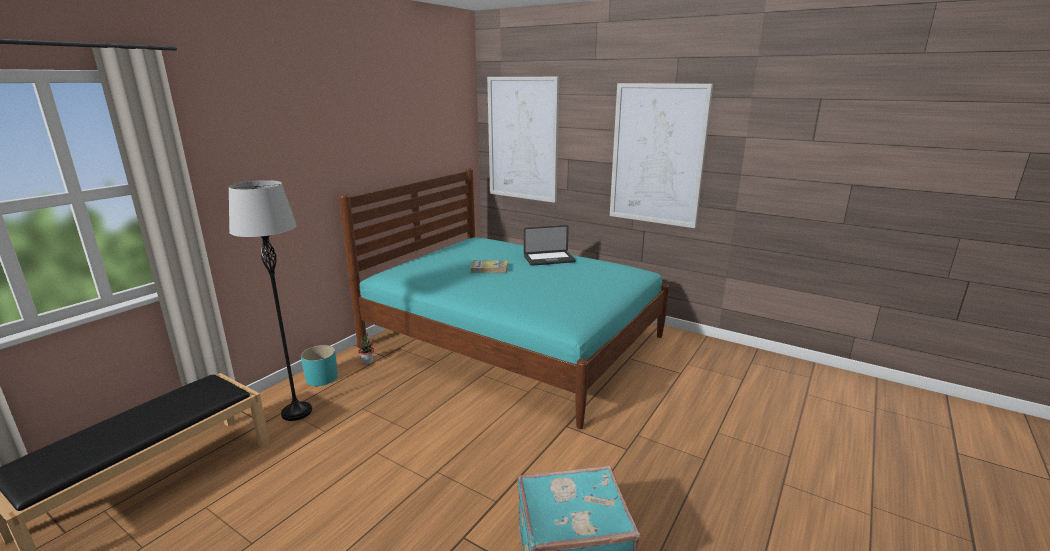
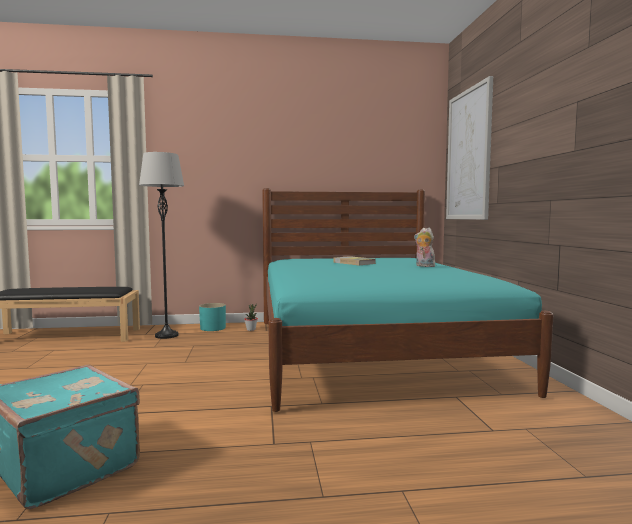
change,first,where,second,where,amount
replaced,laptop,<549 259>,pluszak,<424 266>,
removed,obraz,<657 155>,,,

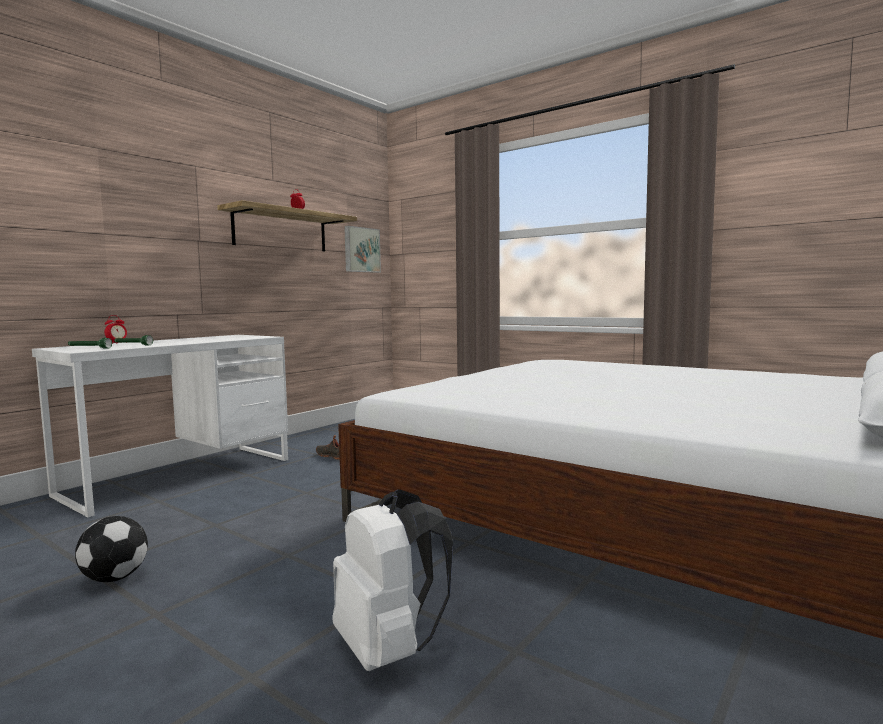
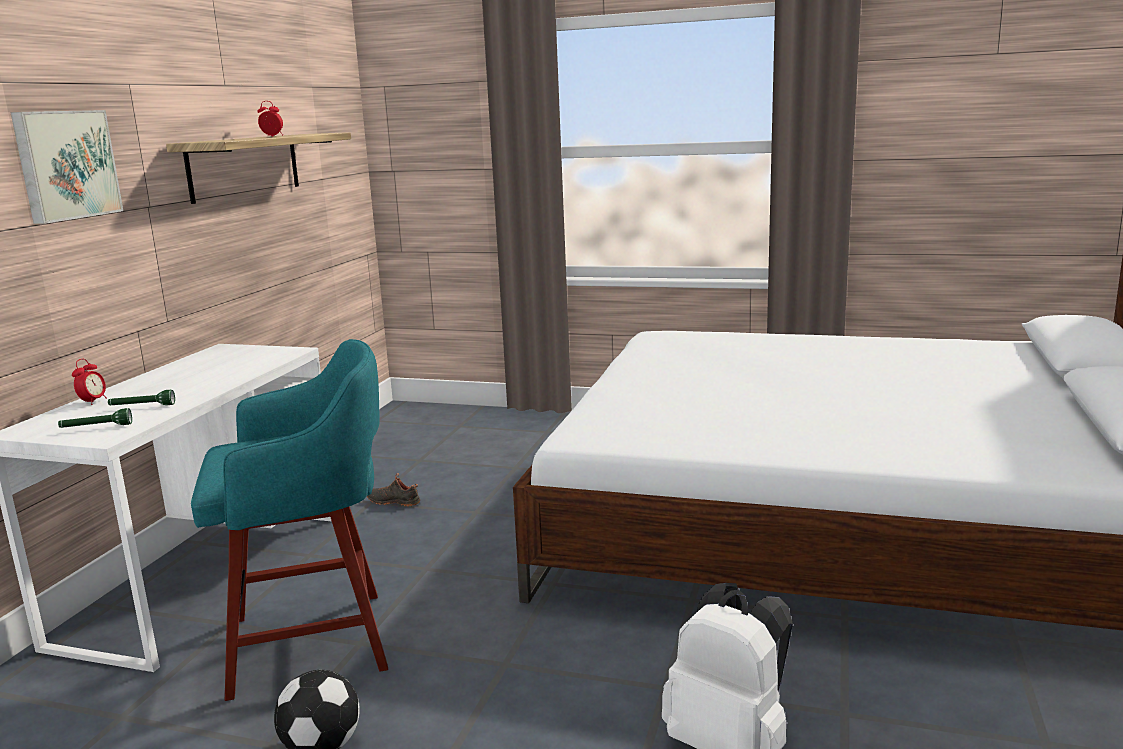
change,first,where,second,where,amount
moved,obraz,<361 250>,,<65 165>,
added,,,stołek/turkusowy,<315 642>,

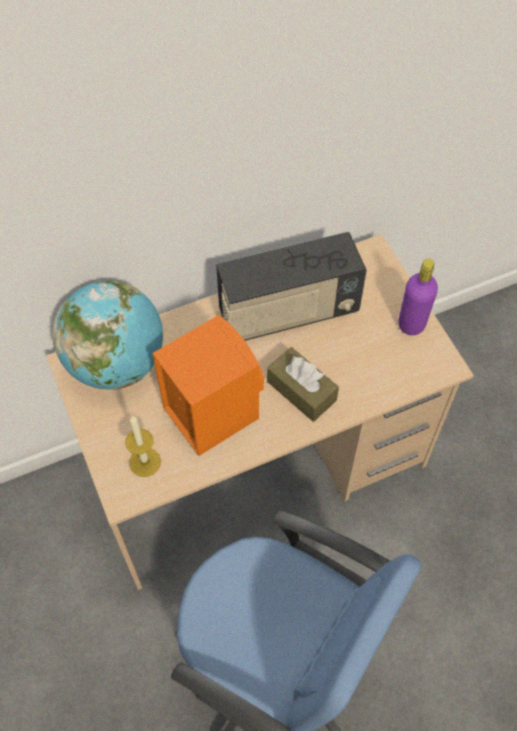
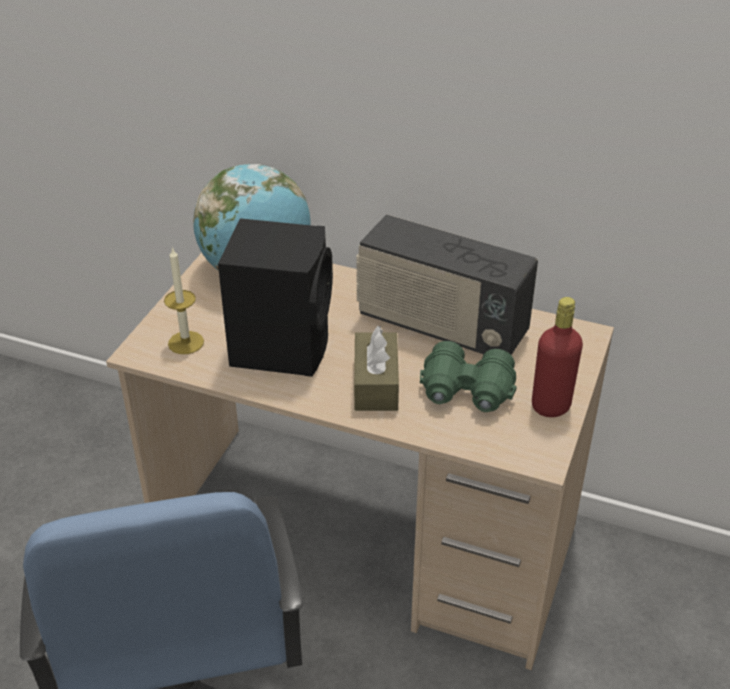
change,first,where,second,where,amount
recoloured,głośnik/pomarańczowy,<210 410>,głośnik/czarny,<282 345>,
added,,,lornetka/zielony,<466 392>,
recoloured,butelka/fioletowy,<411 324>,butelka/czerwony,<550 406>,

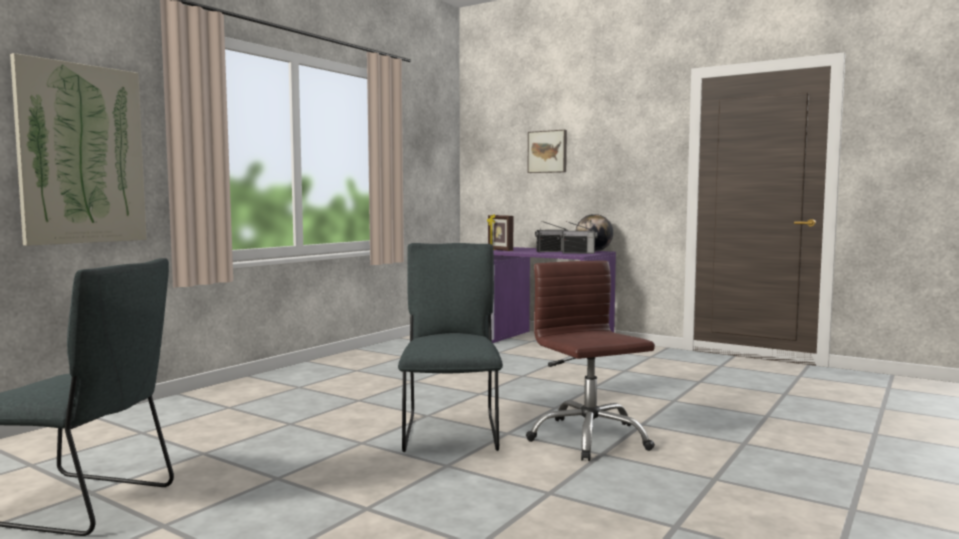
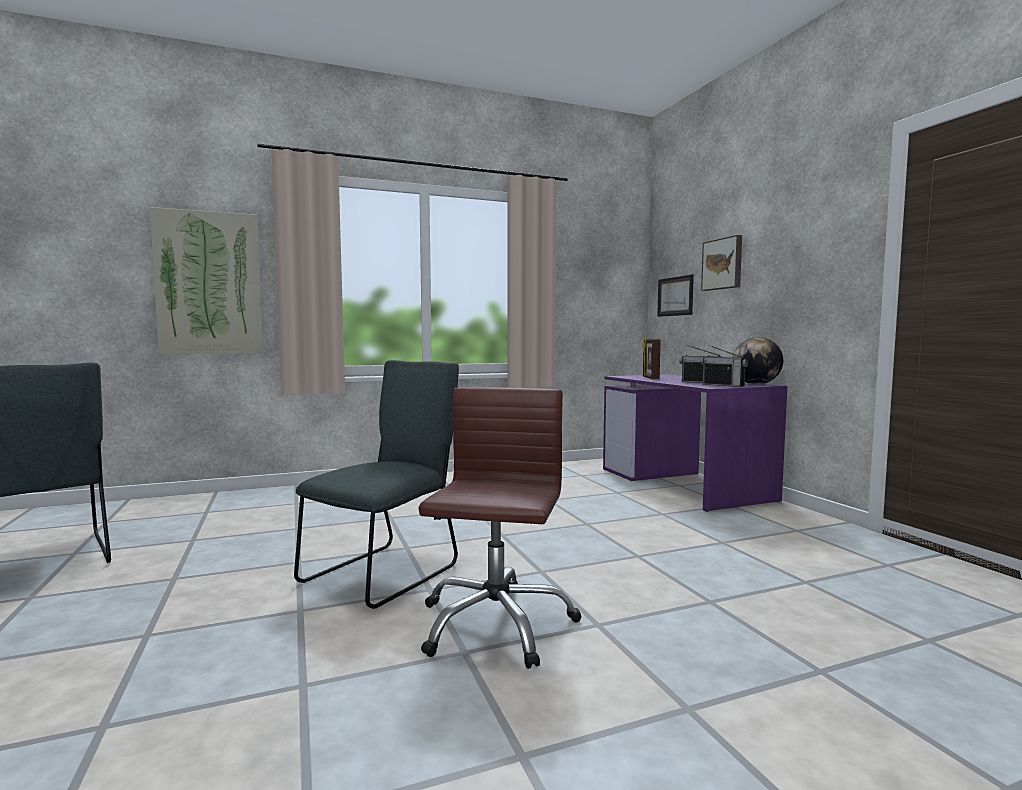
change,first,where,second,where,amount
added,,,obraz,<675 296>,

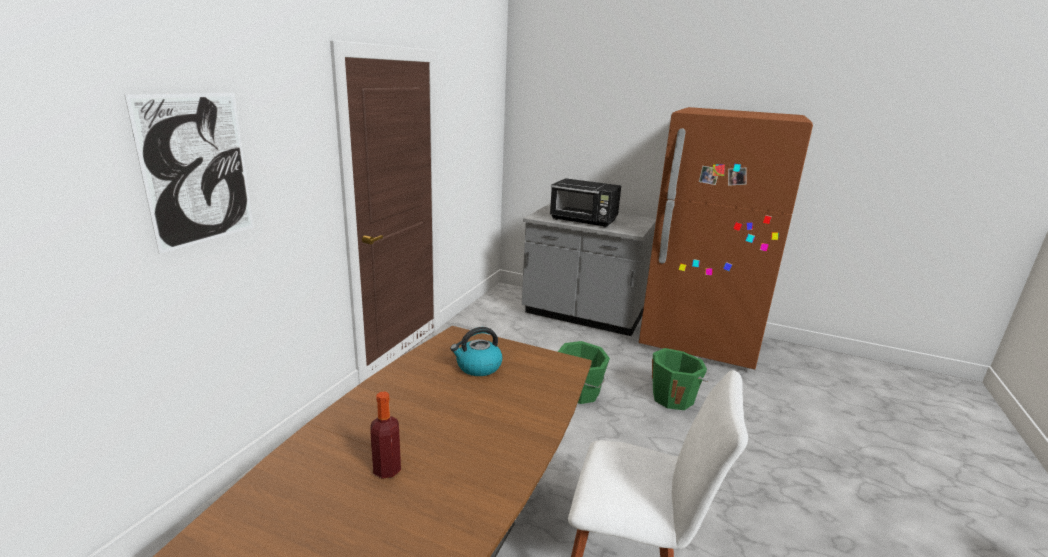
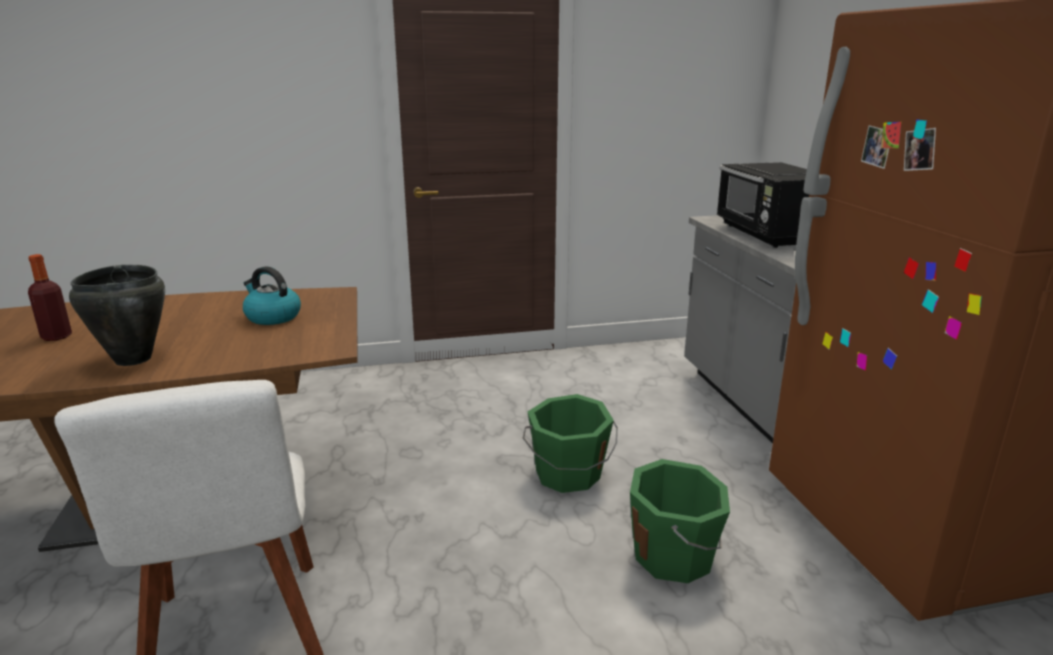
change,first,where,second,where,amount
added,,,garnek/czarny,<132 359>,
removed,obraz,<197 170>,,,

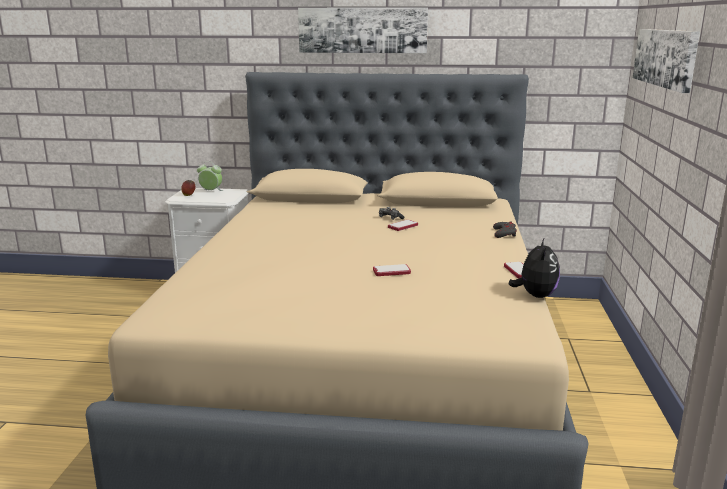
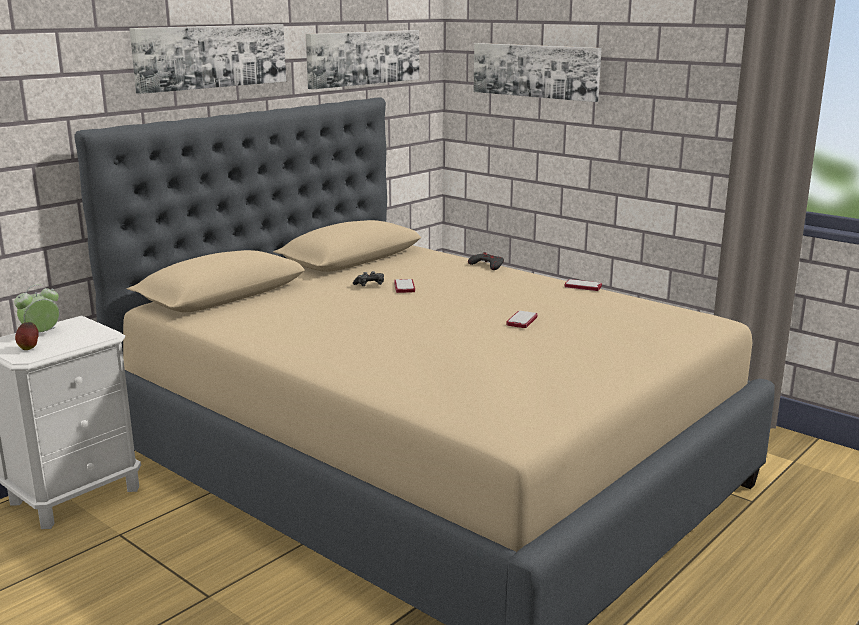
change,first,where,second,where,amount
added,,,obraz,<363 58>,
removed,pluszak,<535 295>,,,

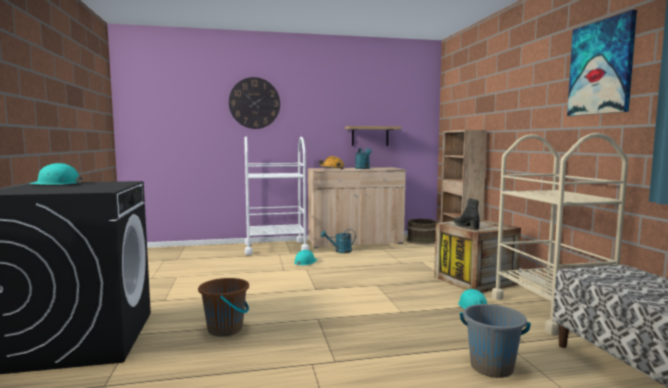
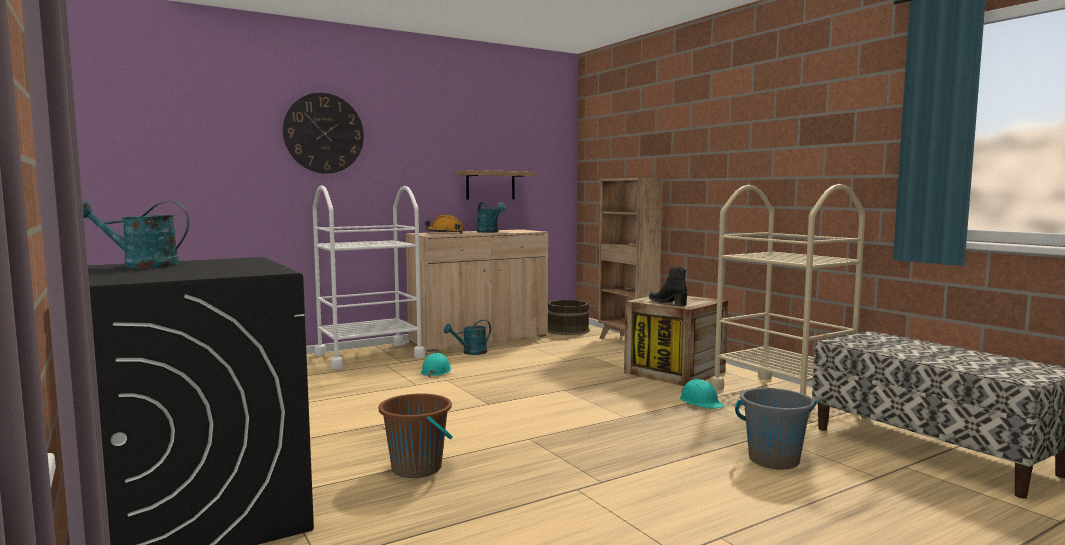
change,first,where,second,where,amount
replaced,kask/turkusowy,<57 184>,konewka/turkusowy,<140 265>,
removed,obraz,<601 68>,,,

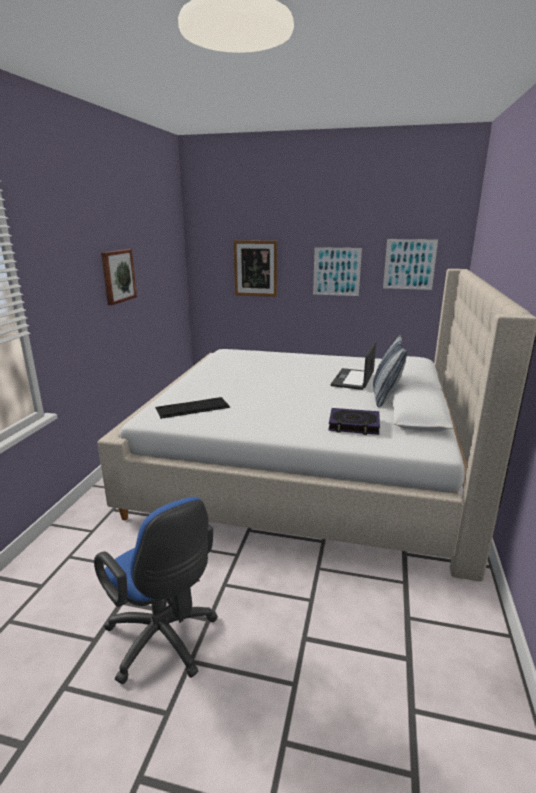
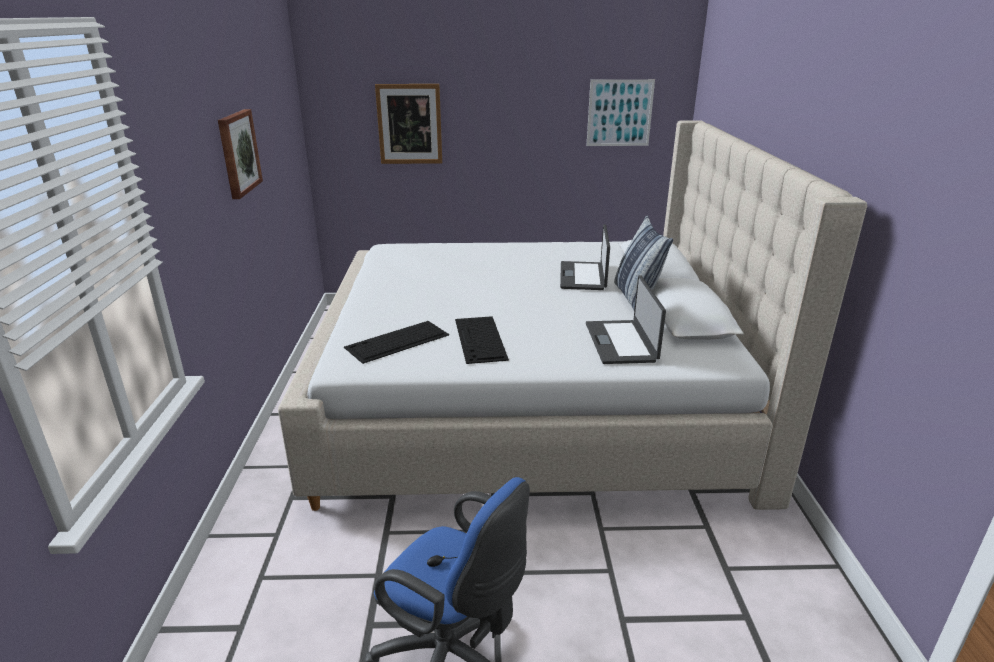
change,first,where,second,where,amount
added,,,klawiatura,<480 339>,
replaced,książka,<354 425>,laptop,<621 342>,
removed,obraz,<336 271>,,,

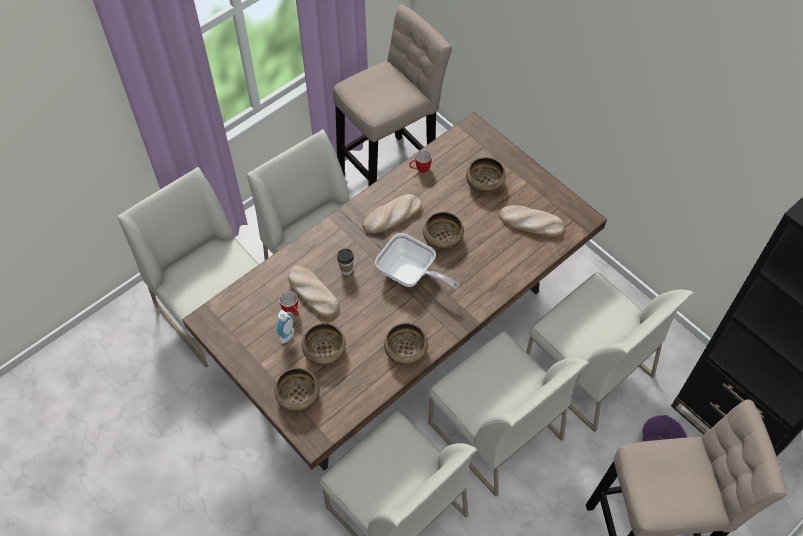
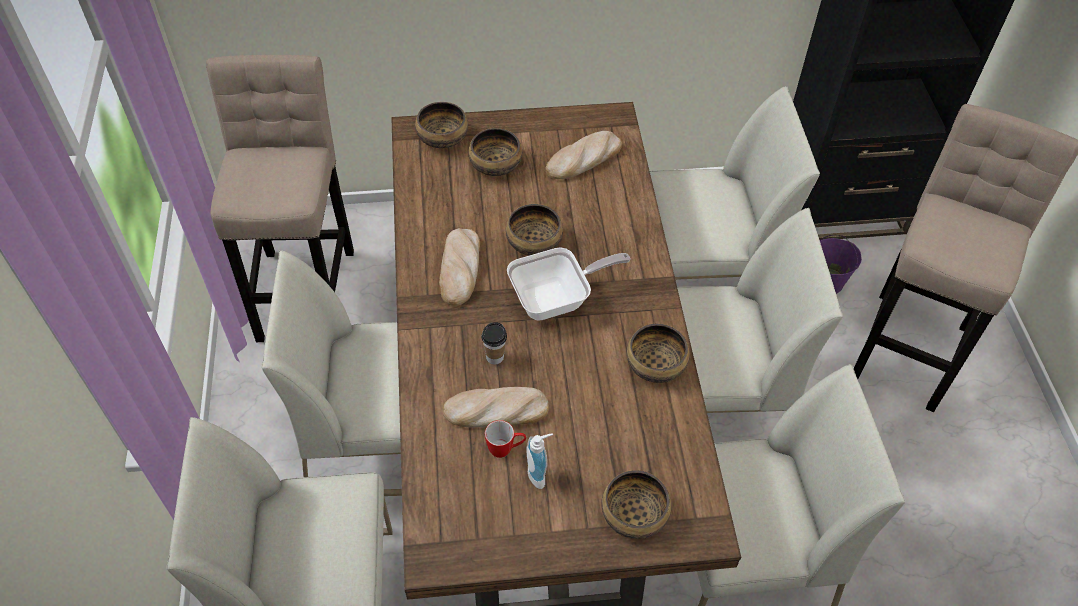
change,first,where,second,where,amount
moved,miska,<324 350>,,<442 137>,
removed,kubek,<420 169>,,,

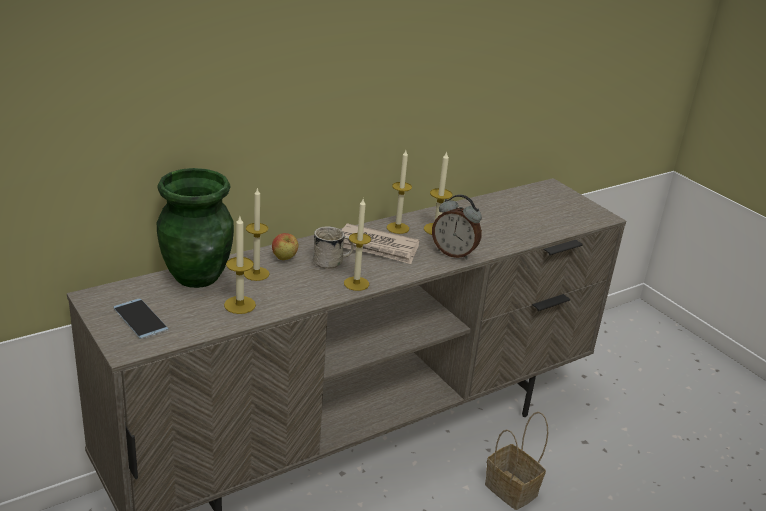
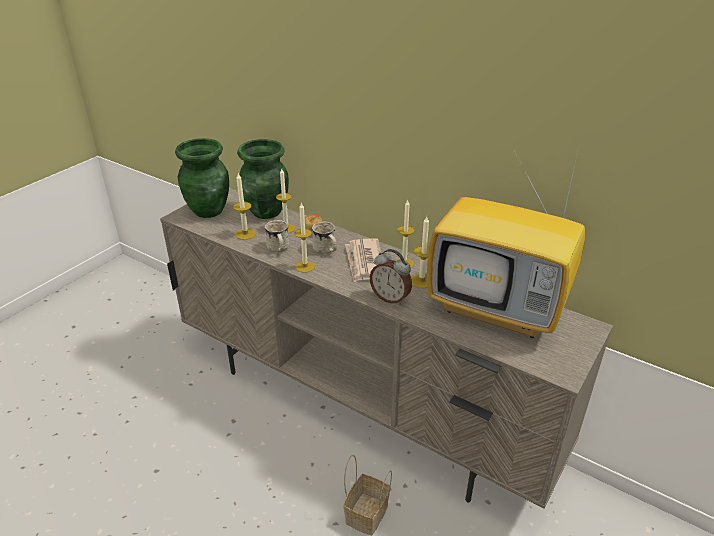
change,first,where,second,where,amount
replaced,telefon,<140 319>,wazon/zielony,<209 210>,
added,,,kubek/biały,<278 249>,
turned,budzik,<454 253>,,<390 298>,60 degrees counterclockwise
added,,,telewizor,<500 309>,

